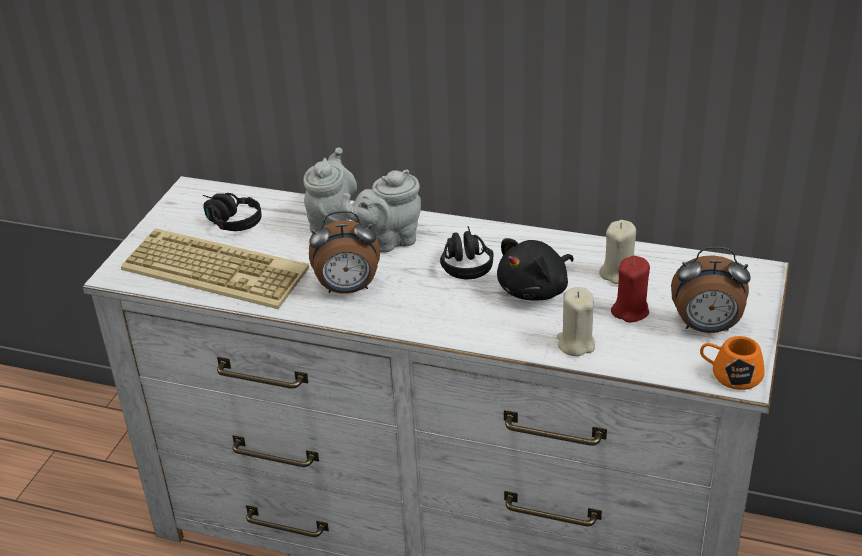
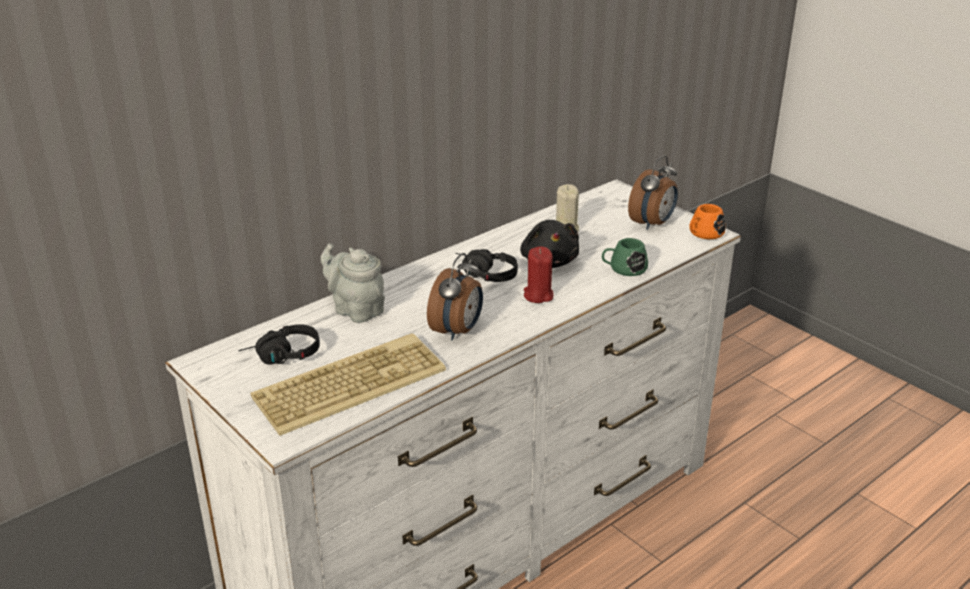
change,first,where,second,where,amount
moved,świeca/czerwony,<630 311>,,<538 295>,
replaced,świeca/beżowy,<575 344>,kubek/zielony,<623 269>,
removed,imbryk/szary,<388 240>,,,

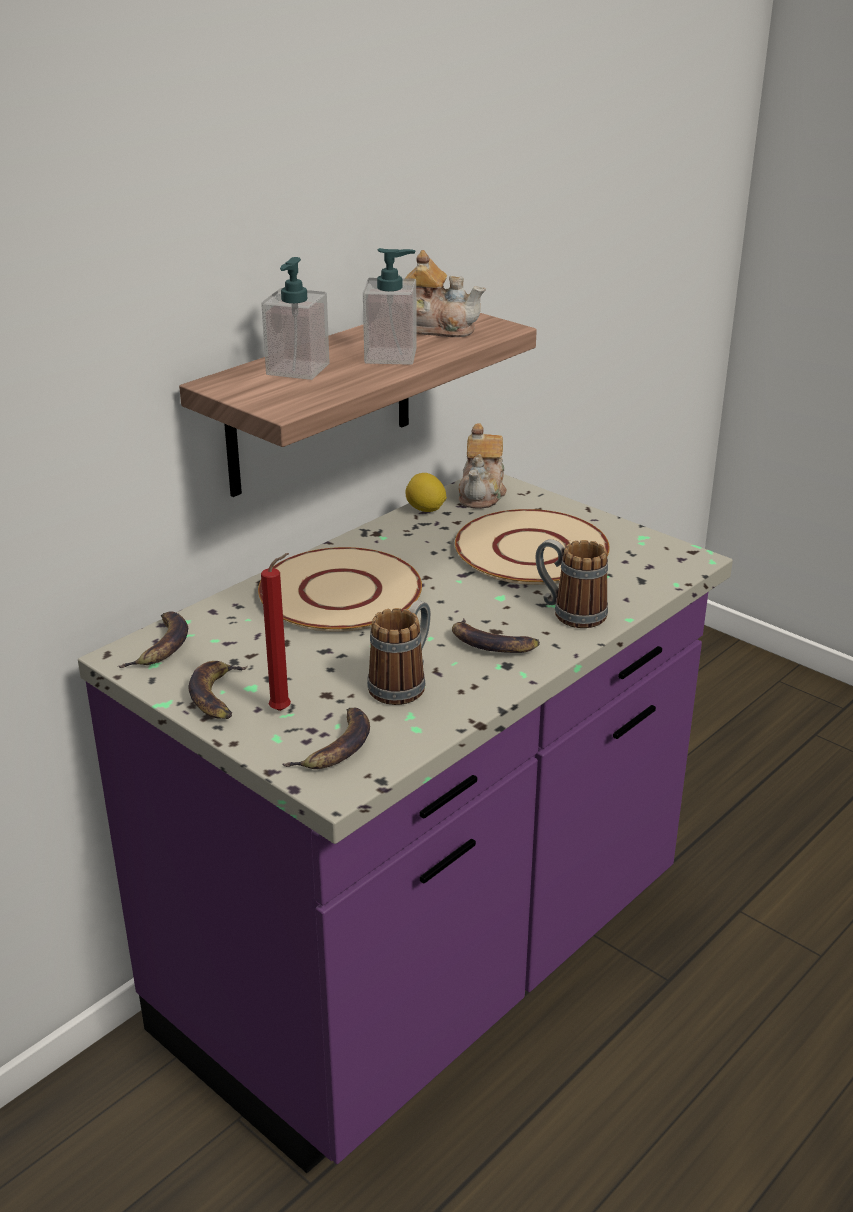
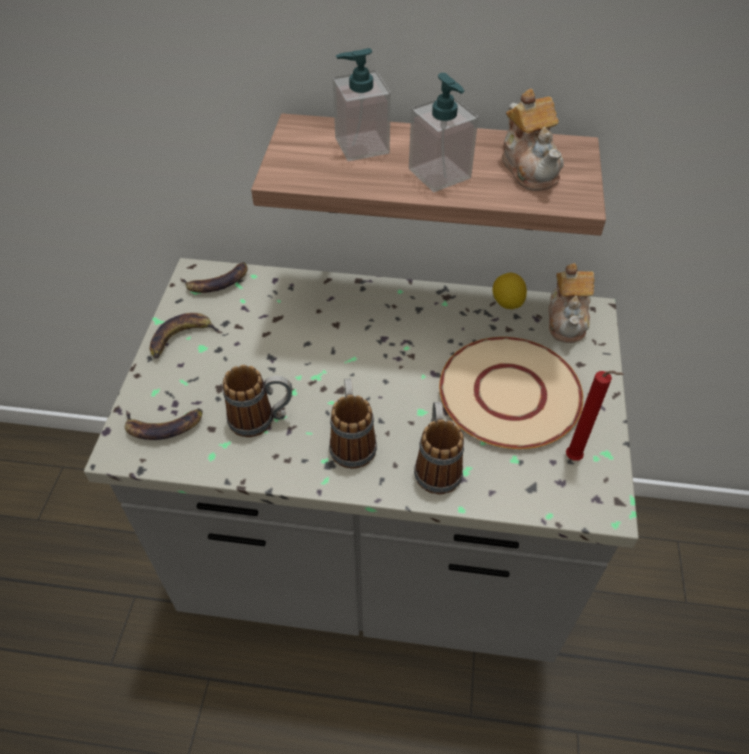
change,first,where,second,where,amount
recoloured,zabudowa kuchenna/fioletowy,<426 965>,zabudowa kuchenna/szary,<374 562>,
replaced,banan,<492 643>,kubek,<352 440>,
turned,imbryk,<482 494>,,<567 320>,60 degrees counterclockwise
moved,świeca/czerwony,<284 710>,,<575 459>,
removed,talerz/beżowy,<340 592>,,,

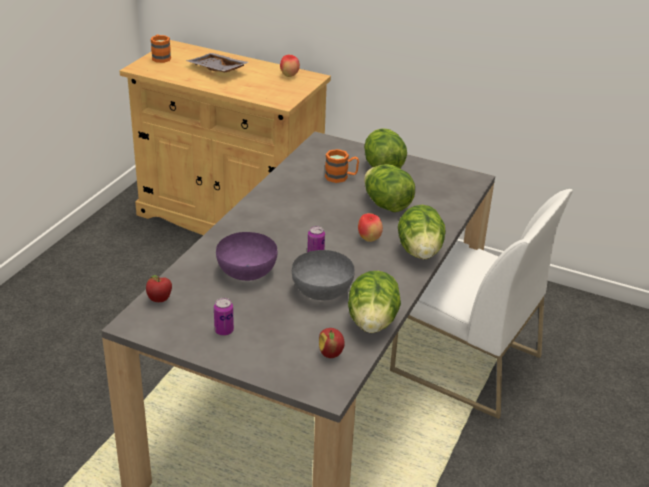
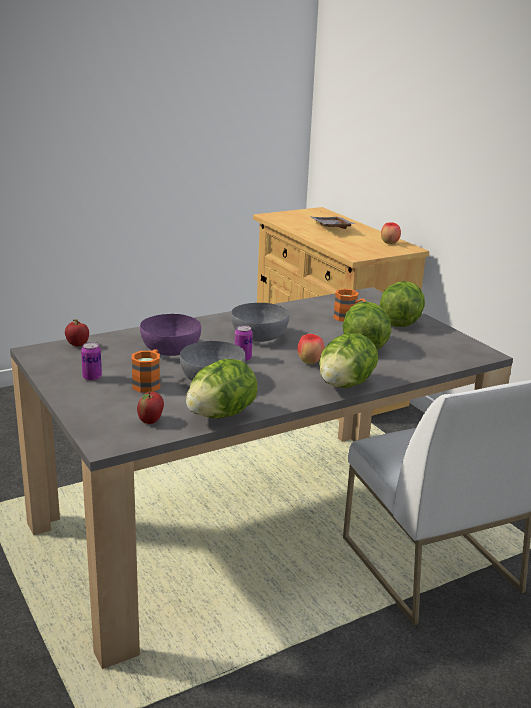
change,first,where,second,where,amount
moved,kubek/pomarańczowy,<160 57>,,<149 383>,
added,,,miska/szary,<259 337>,

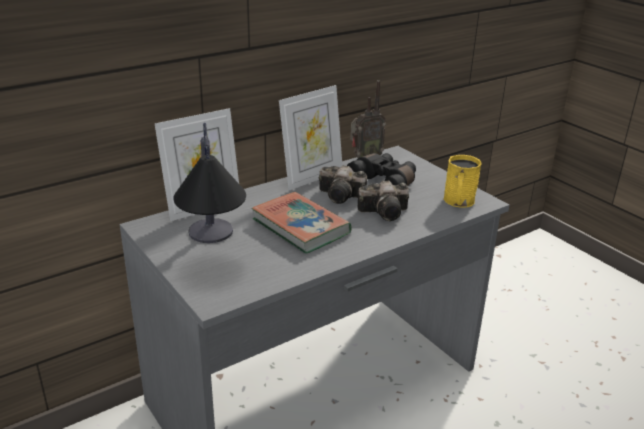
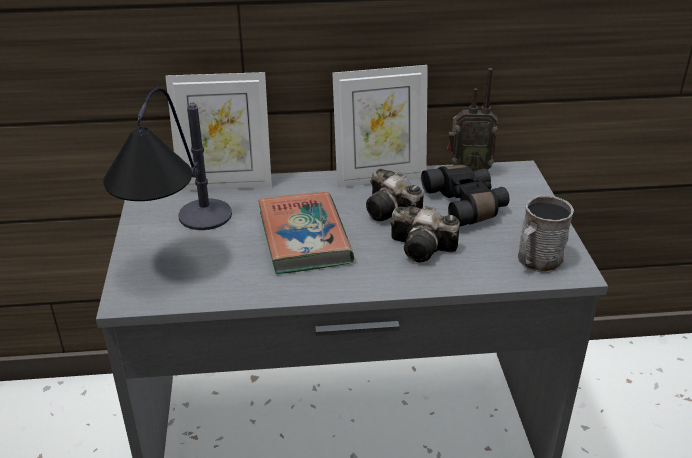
change,first,where,second,where,amount
recoloured,kubek/żółty,<458 202>,kubek/szary,<536 261>,

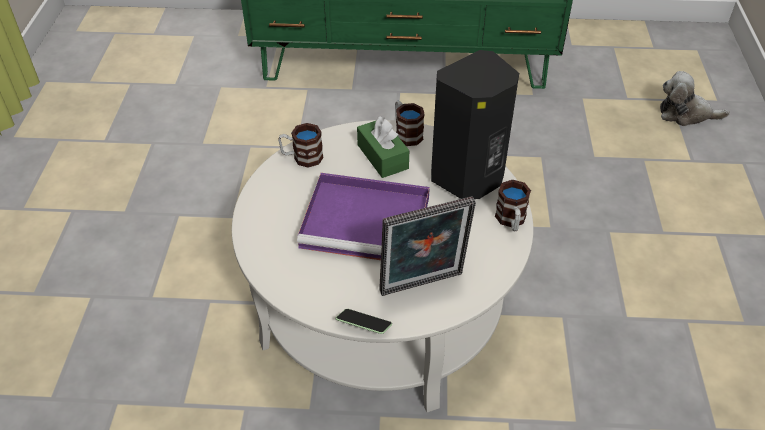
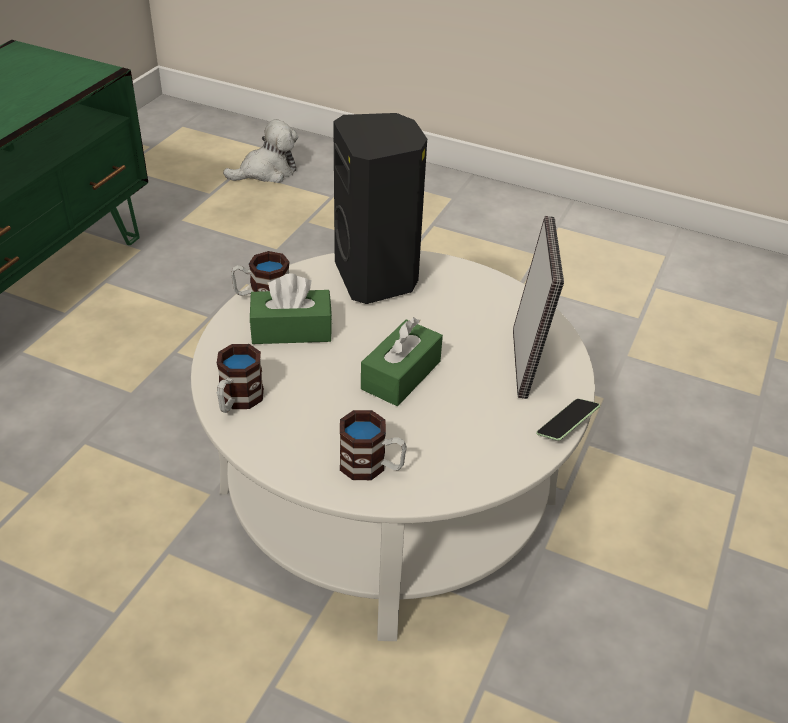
change,first,where,second,where,amount
turned,pluszak,<685 114>,,<267 172>,150 degrees counterclockwise
moved,kubek,<511 221>,,<372 466>,
replaced,taca/fioletowy,<368 222>,pudełko chusteczek/zielony,<401 375>,

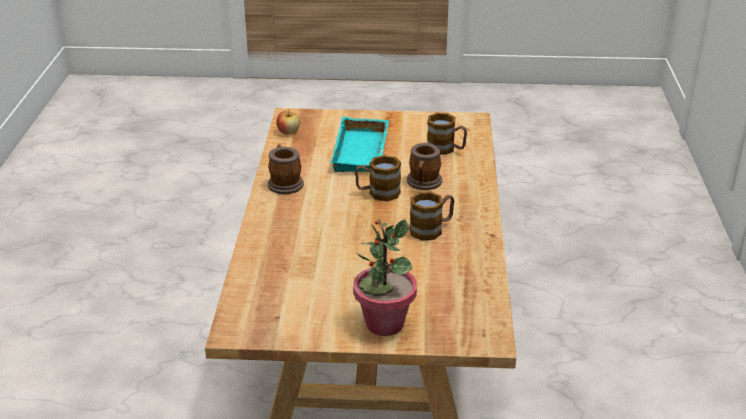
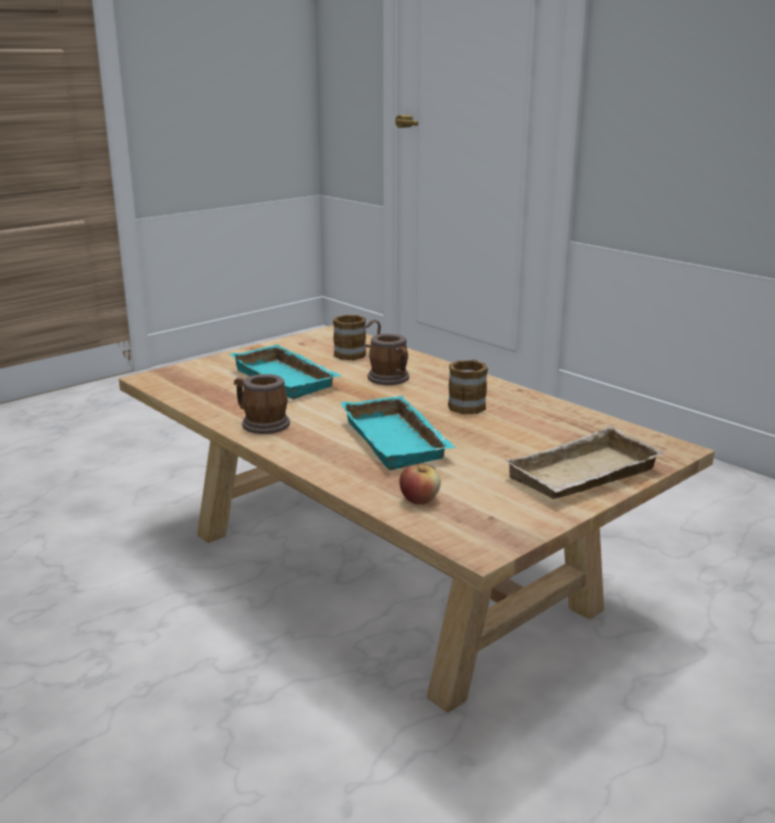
change,first,where,second,where,amount
added,,,taca/turkusowy,<399 441>,
moved,jabłko,<288 132>,,<419 500>,
replaced,roślina doniczkowa,<384 324>,taca/beżowy,<585 476>,
removed,kubek,<378 193>,,,

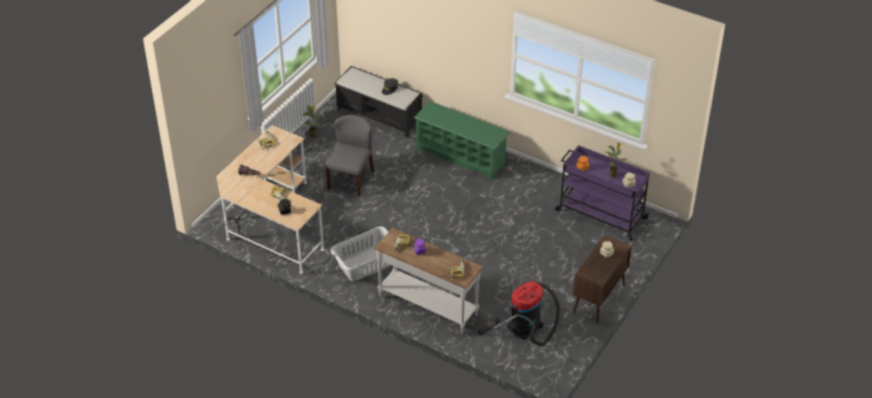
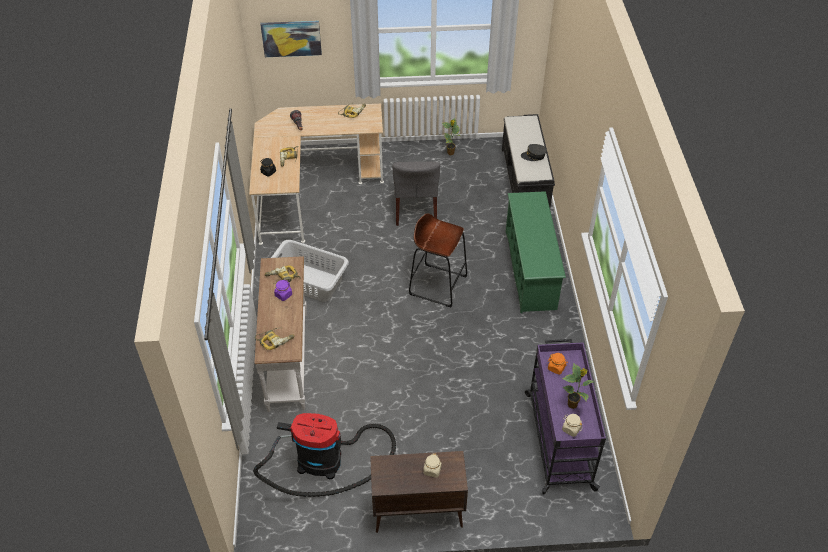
change,first,where,second,where,amount
added,,,obraz,<291 38>,
turned,krzesło/szary,<351 179>,,<416 209>,105 degrees clockwise
added,,,stołek/brązowy,<438 285>,

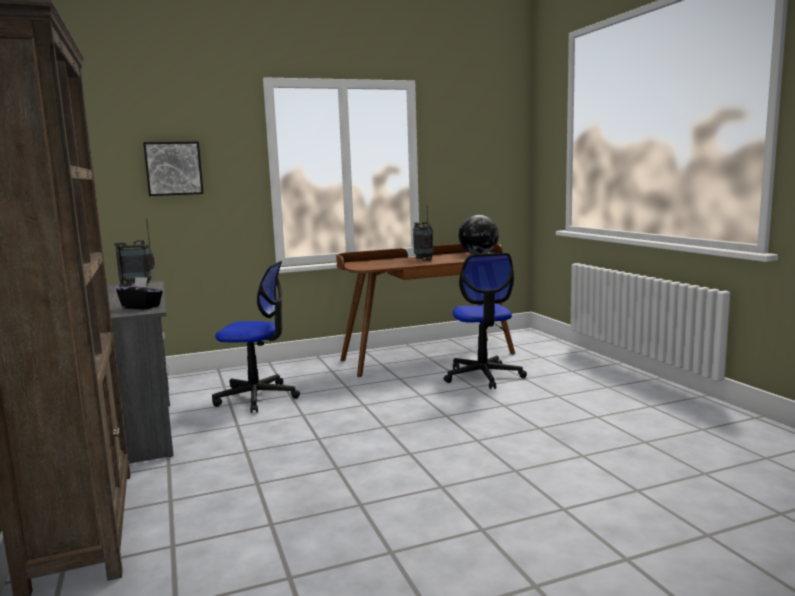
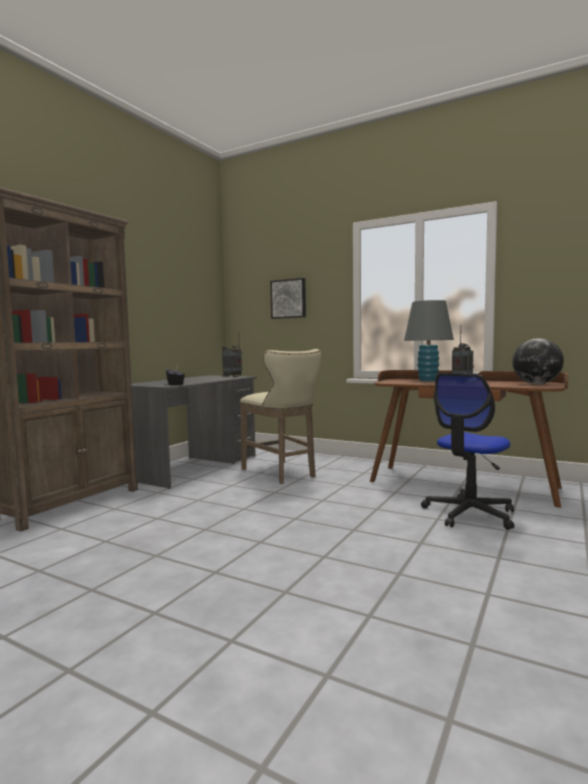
change,first,where,second,where,amount
replaced,krzesło biurowe,<257 397>,stołek/beżowy,<281 473>,
added,,,lampa stołowa/szary,<428 380>,

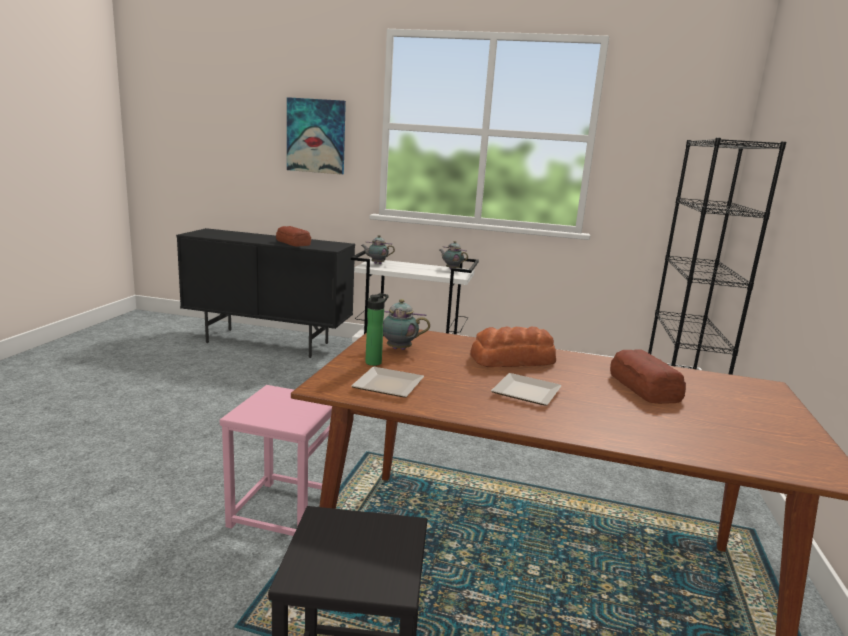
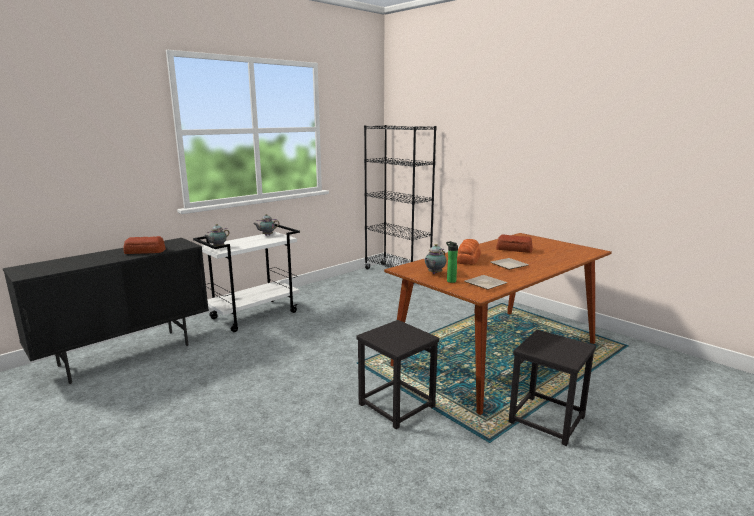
change,first,where,second,where,amount
recoloured,stołek/różowy,<283 511>,stołek/czarny,<396 405>,
removed,obraz,<316 136>,,,

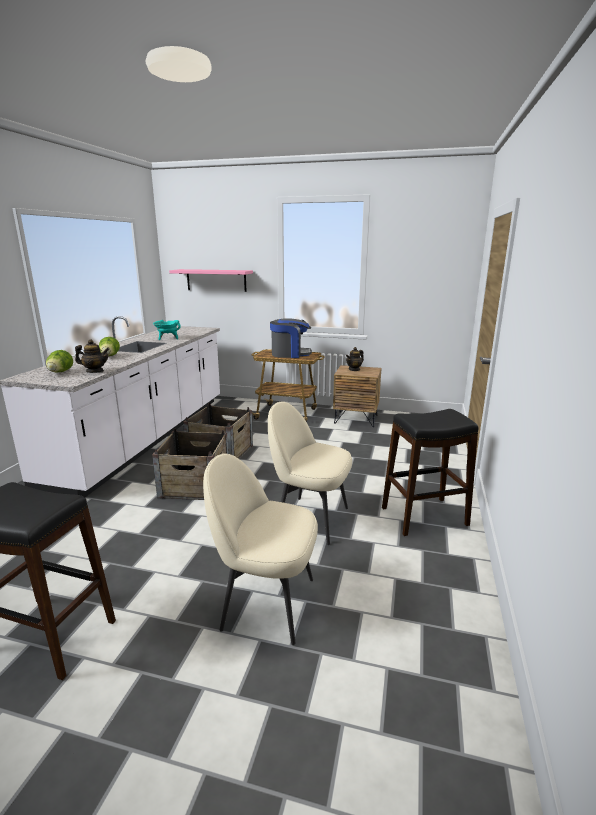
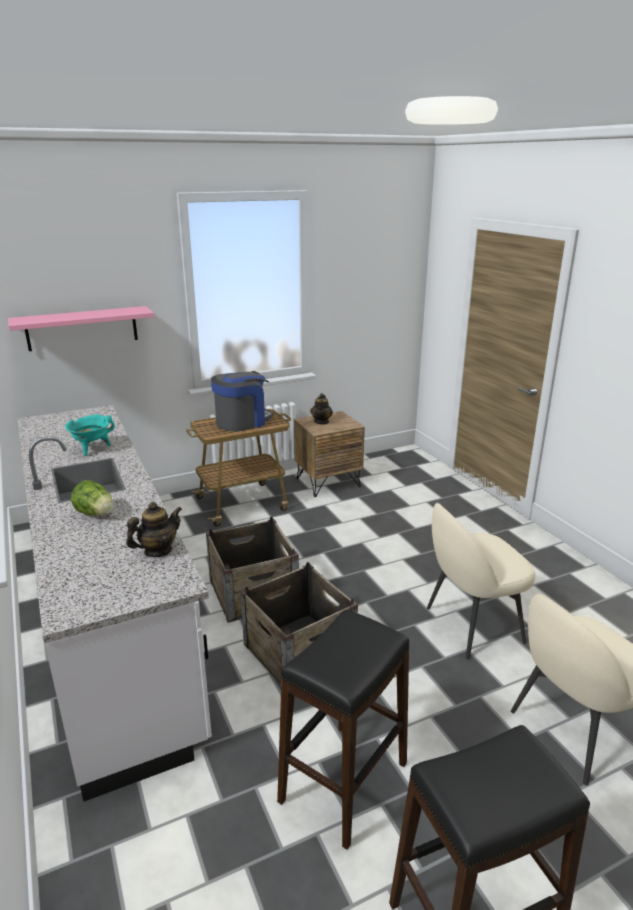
change,first,where,second,where,amount
moved,stołek/czarny,<424 516>,,<344 783>,
removed,sałata,<60 372>,,,

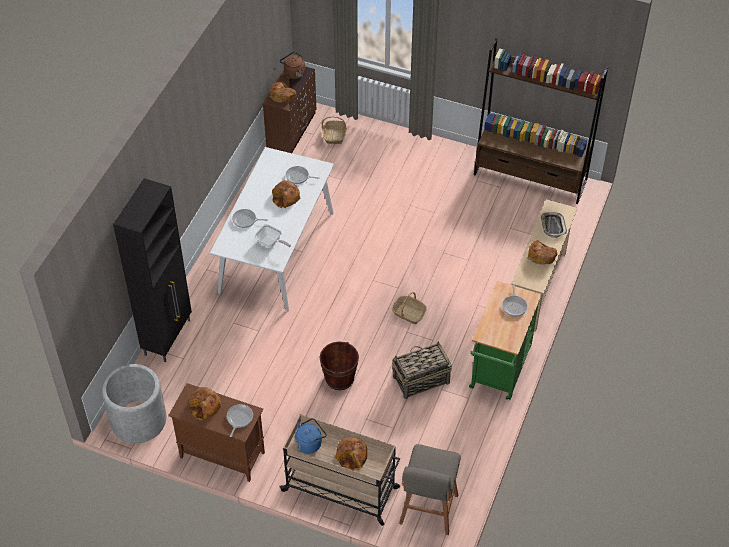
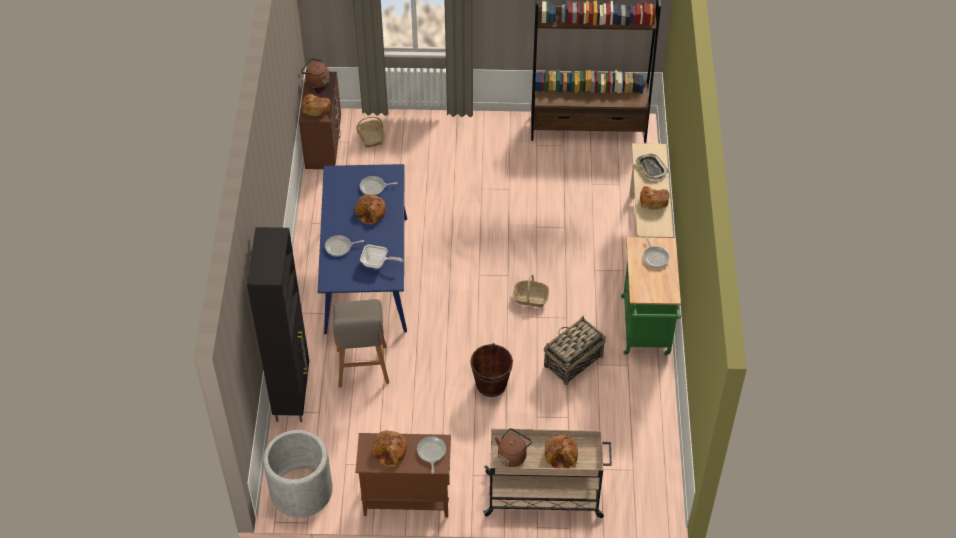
change,first,where,second,where,amount
recoloured,stół jadalny/biały,<277 252>,stół jadalny/niebieski,<367 274>,
moved,stołek/szary,<428 511>,,<362 368>,
recoloured,czajnik/niebieski,<310 443>,czajnik/brązowy,<512 455>,

